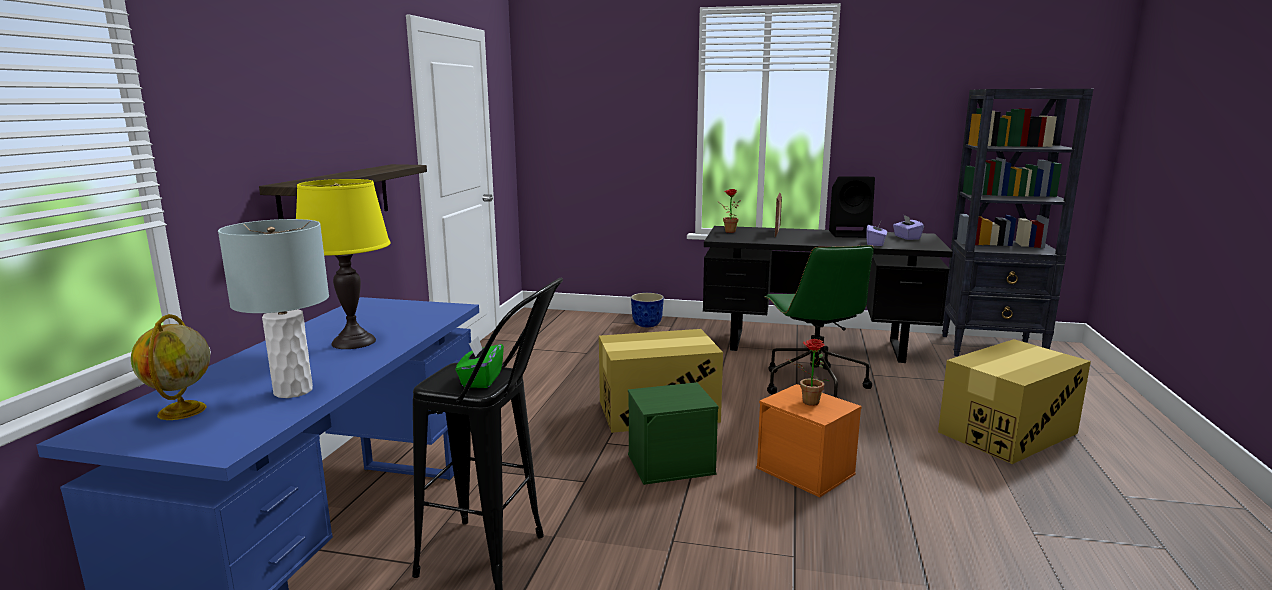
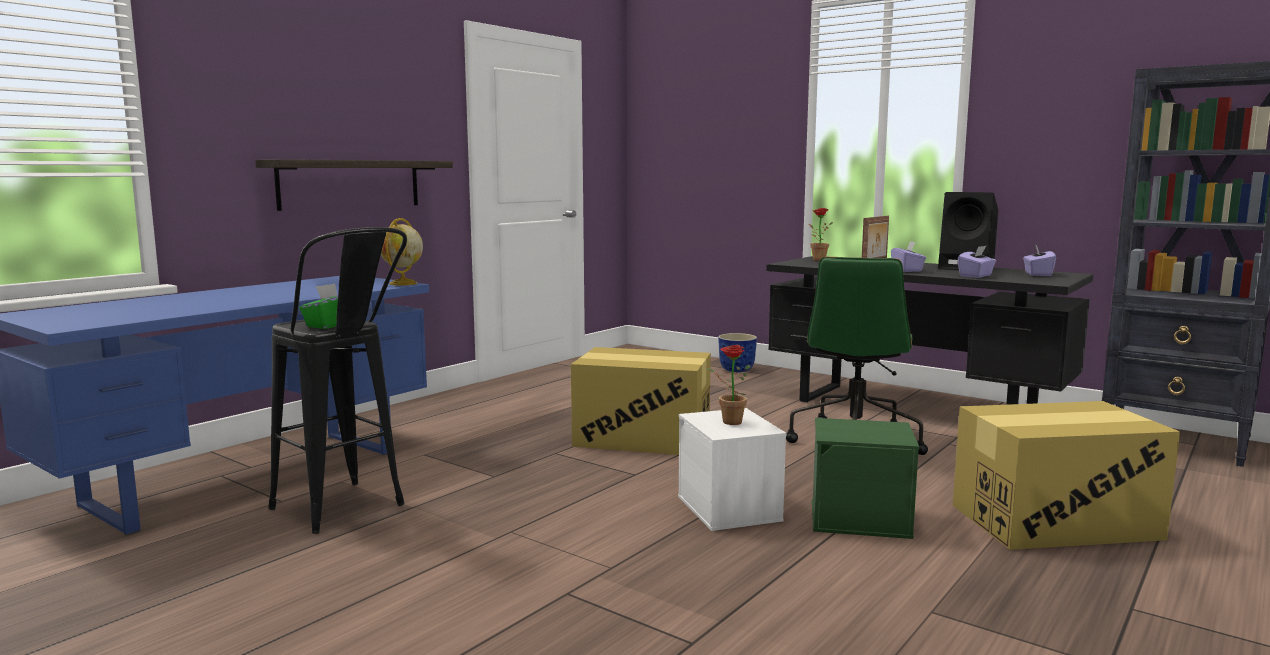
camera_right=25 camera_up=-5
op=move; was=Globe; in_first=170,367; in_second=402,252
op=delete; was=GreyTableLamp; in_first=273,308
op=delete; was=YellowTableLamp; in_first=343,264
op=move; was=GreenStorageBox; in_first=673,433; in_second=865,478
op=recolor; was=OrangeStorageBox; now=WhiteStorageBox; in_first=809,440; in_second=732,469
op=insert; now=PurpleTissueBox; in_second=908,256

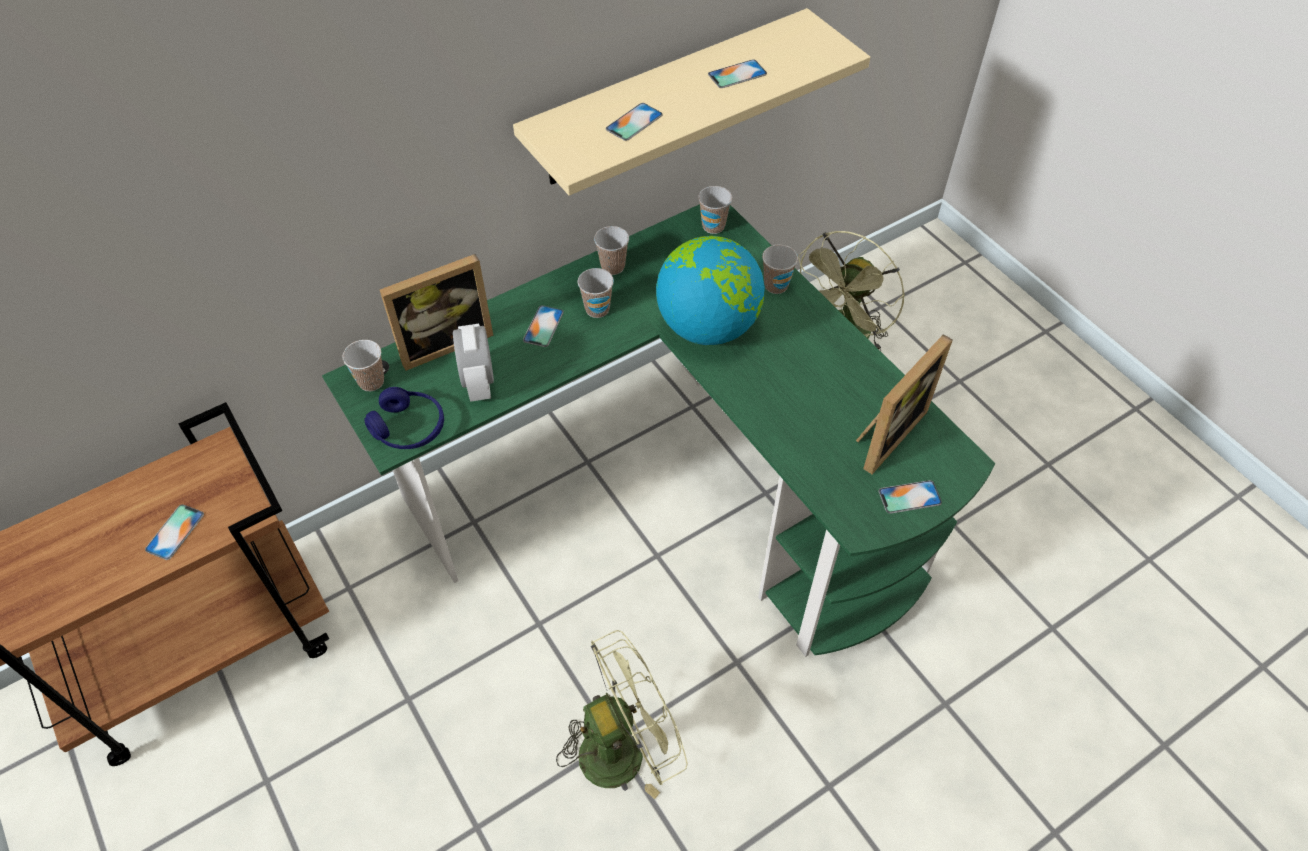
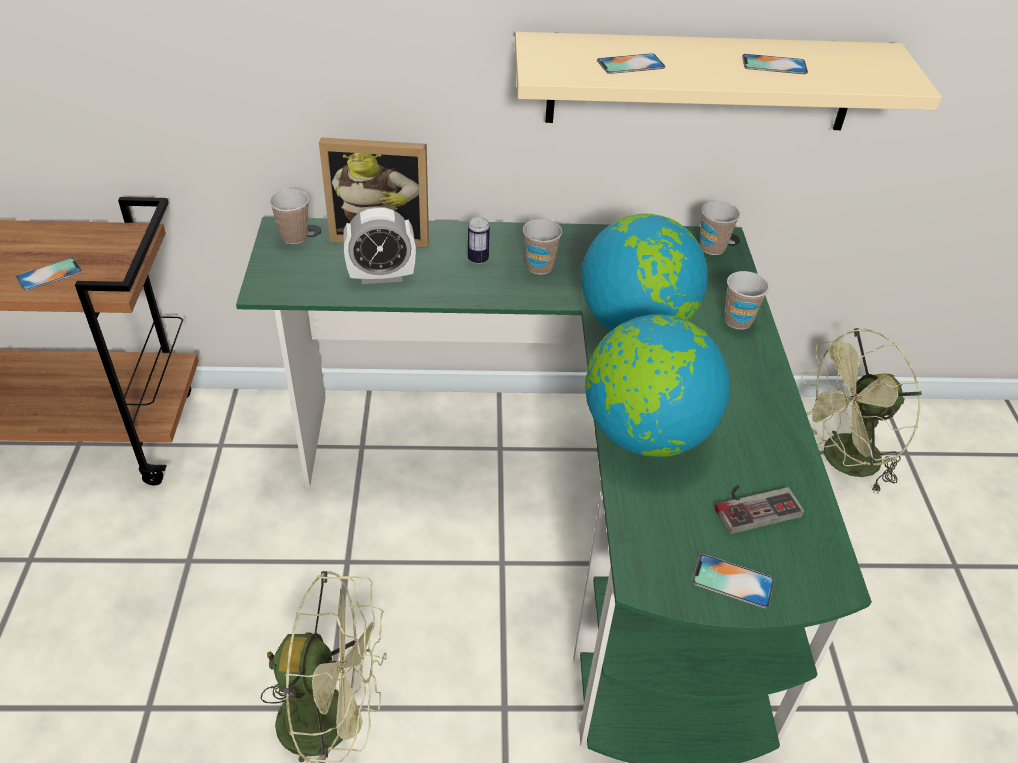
camera_right=30 camera_up=-10
op=delete; was=BlueHeadphones; in_first=404,418
op=rotate; was=AlarmClock; in_first=473,363; in_second=379,245; clockwise=-120
op=replace; was=Phone; now=Can; in_first=543,326; in_second=479,240
op=delete; was=Cup; in_first=611,250
op=replace; was=PictureFrame; now=GameController; in_first=904,404; in_second=760,509
op=insert; now=Globe; in_second=657,385

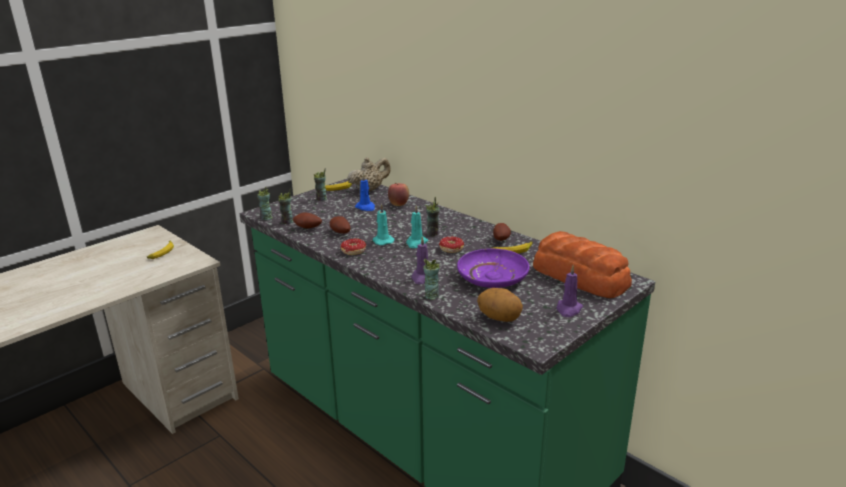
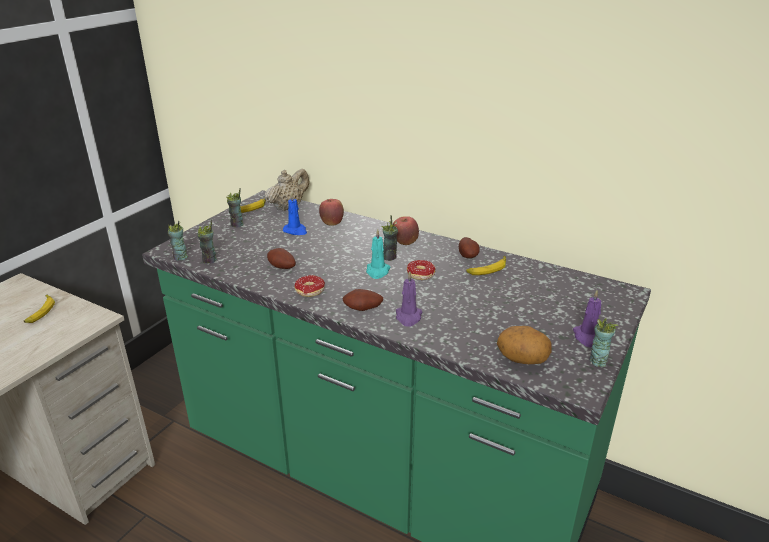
camera_right=-15 camera_up=5
op=move; was=Potato; in_first=307,220; in_second=362,300
op=delete; was=TurquoiseCandle; in_first=384,224
op=move; was=Cup; in_first=431,279; in_second=603,342
op=delete; was=PurplePlate; in_first=493,268
op=delete; was=Bread; in_first=582,264
op=insert; now=Apple; in_second=406,230

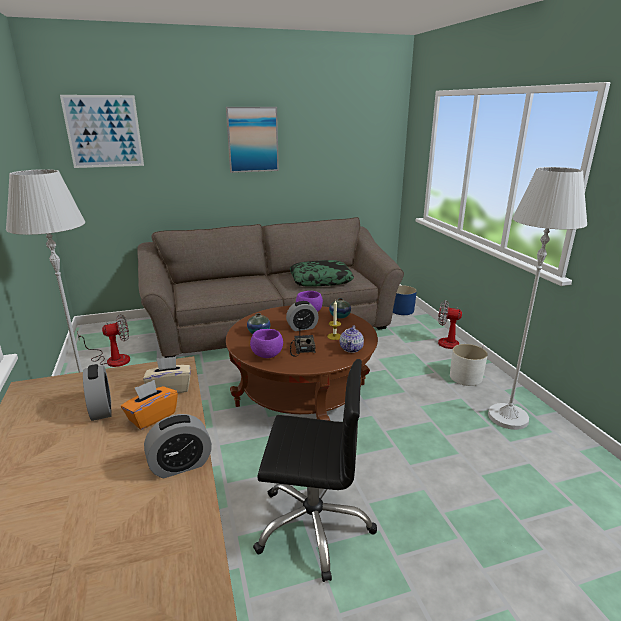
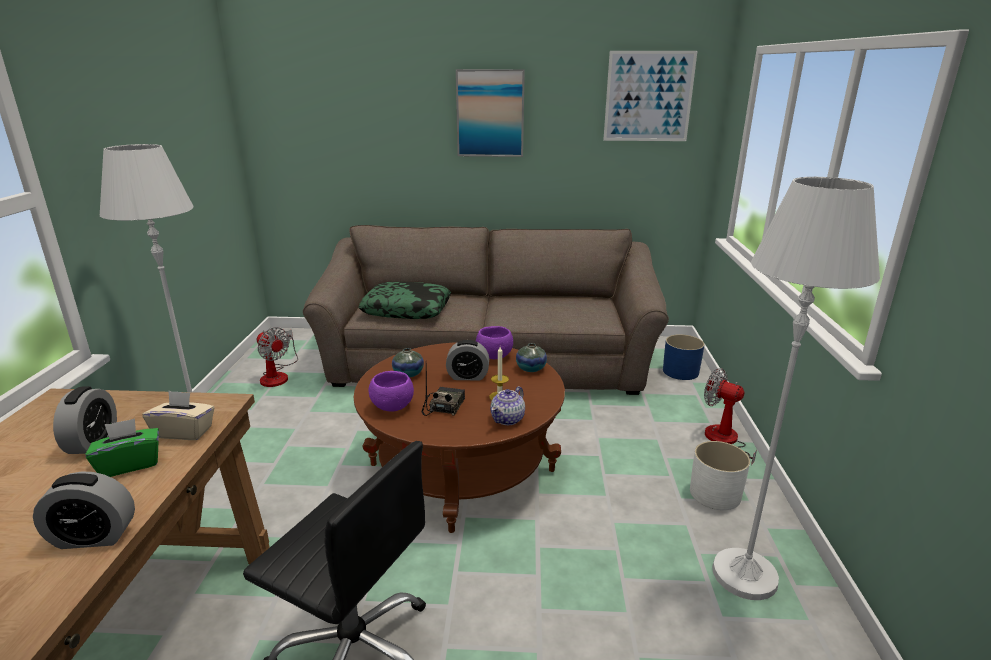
camera_right=20 camera_up=0
op=move; was=Picture; in_first=102,131; in_second=650,96
op=rotate; was=Fan; in_first=103,340; in_second=277,357; clockwise=45
op=recolor; was=OrangeTissueBox; now=GreenTissueBox; in_first=149,405; in_second=122,447
op=move; was=Pillow; in_first=322,273; in_second=404,300

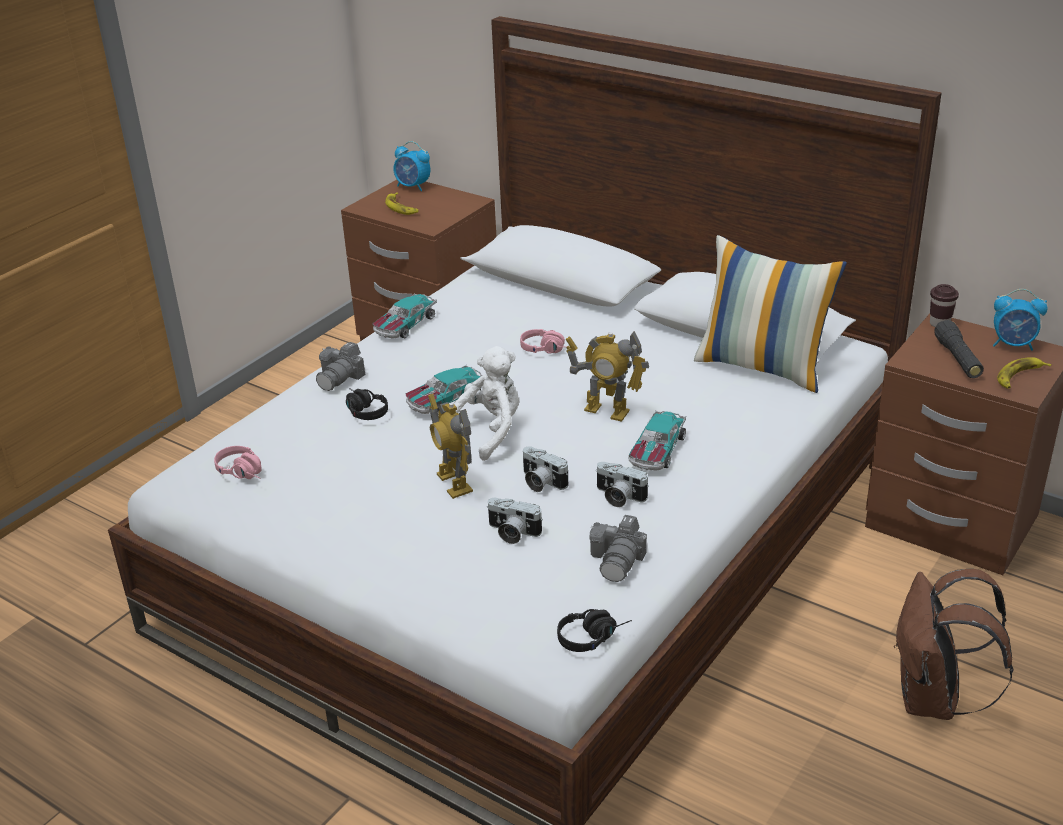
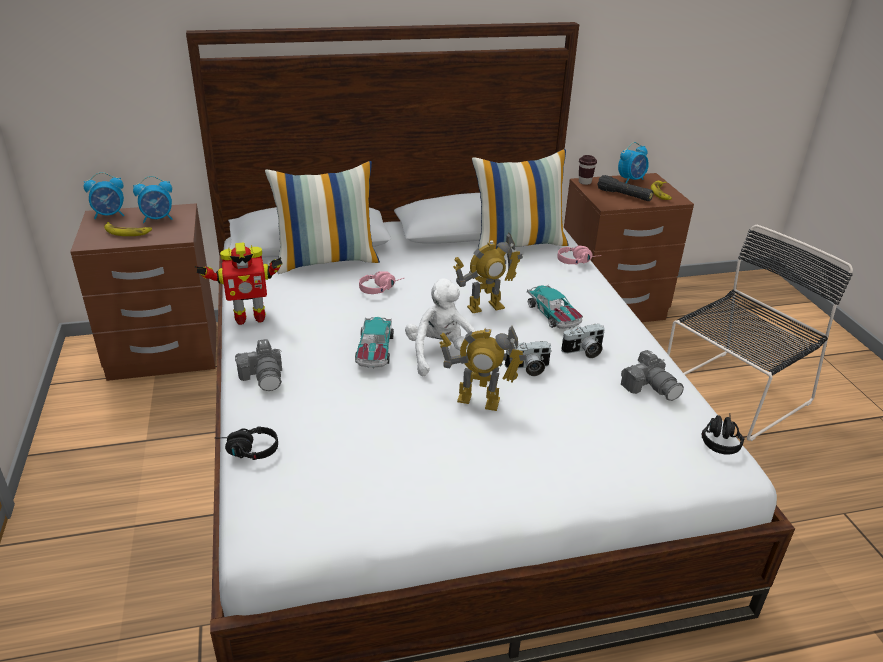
camera_right=-50 camera_up=0
op=move; was=PinkHeadphones; in_first=238,462; in_second=579,254
op=move; was=BlackHeadphones; in_first=367,404; in_second=246,443
op=replace; was=ToyCar; now=ToyRobot; in_first=405,316; in_second=239,284
op=delete; was=PhotoCamera; in_first=515,521
op=replace; was=BrownBackpack; now=BlackChair; in_first=953,644; in_second=760,333
op=insert; now=AlarmClock; in_second=153,199
op=insert; now=Pillow; in_second=322,217

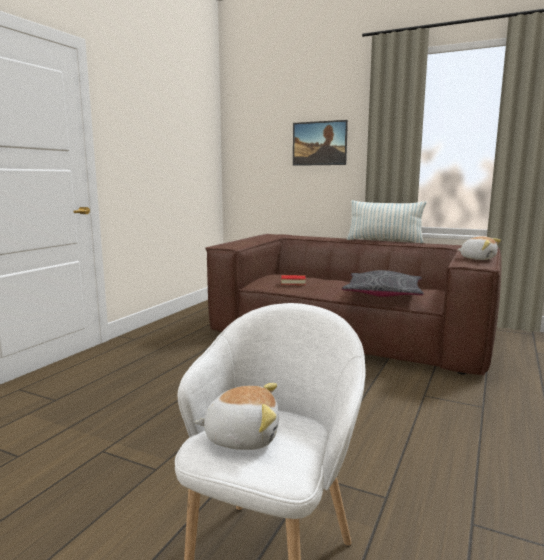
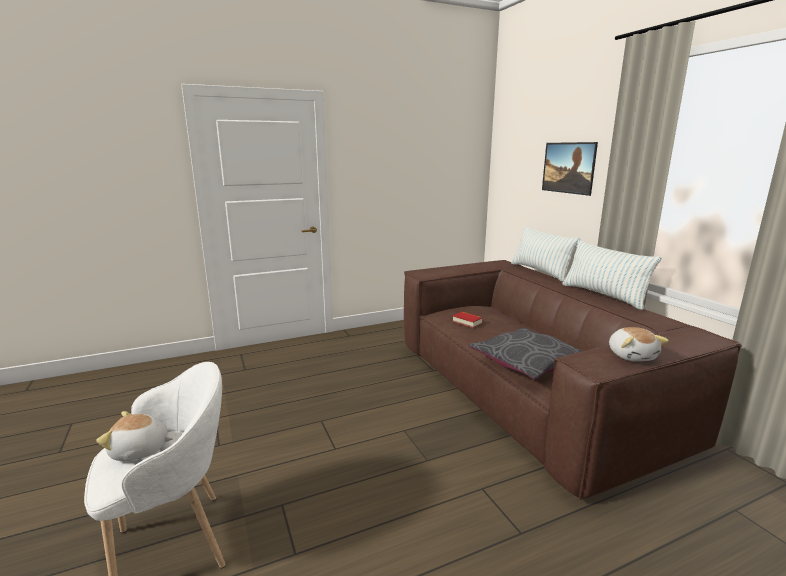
camera_right=40 camera_up=5
op=rotate; was=PlushToy; in_first=236,416; in_second=134,436; clockwise=135
op=insert; now=Pillow; in_second=545,254

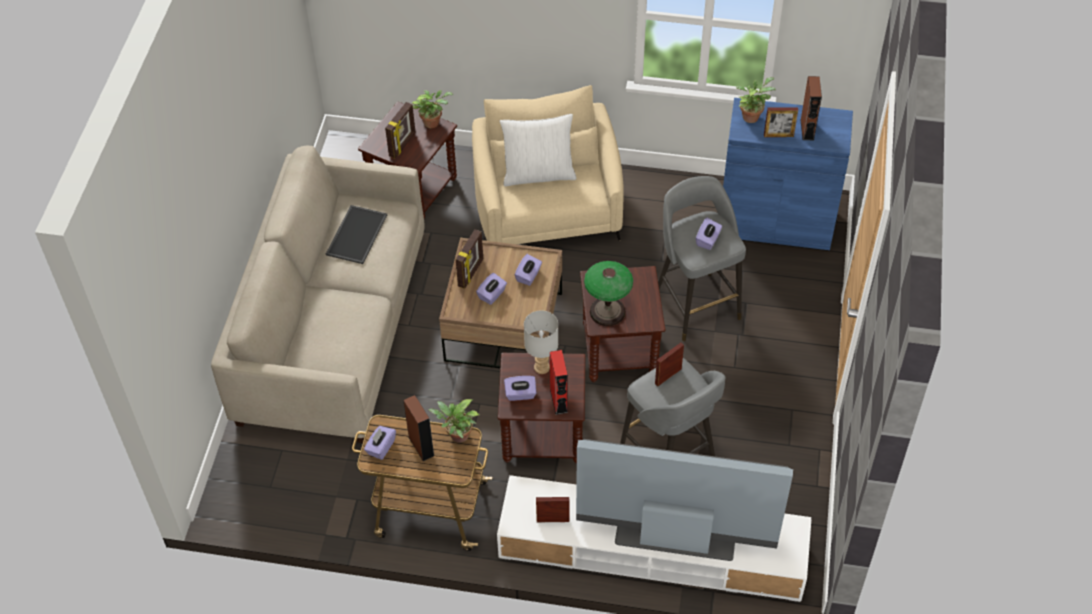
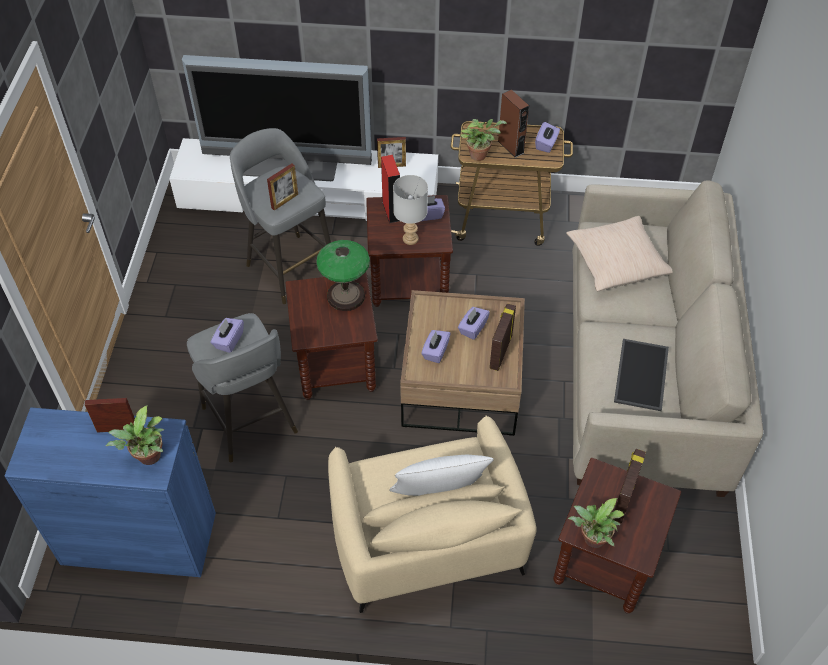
camera_right=175 camera_up=0
op=delete; was=BrownSpeaker; in_first=811,108
op=insert; now=BeigePillow; in_second=619,253

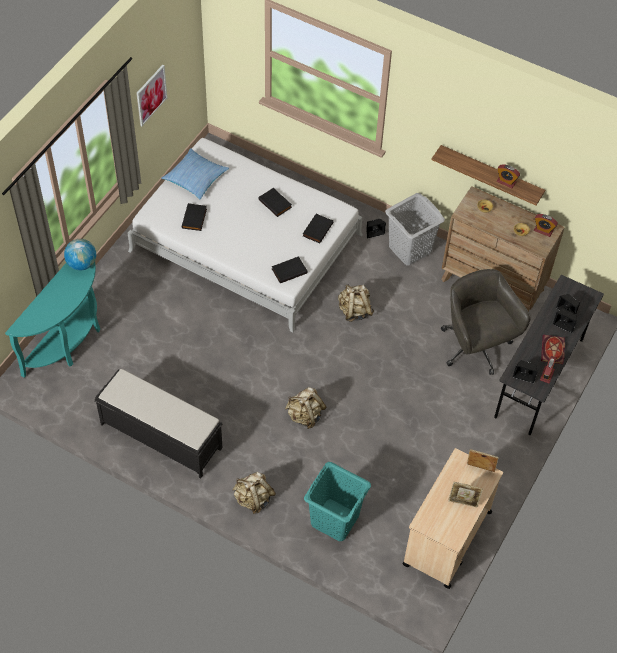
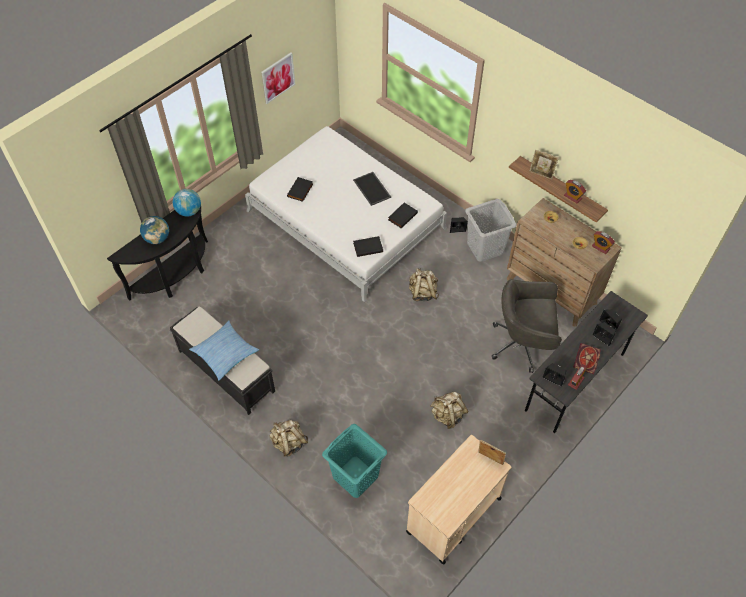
camera_right=15 camera_up=0
op=recolor; was=TurquoiseConsoleTable; now=BlackConsoleTable; in_first=52,320; in_second=157,253
op=move; was=Pillow; in_first=195,173; in_second=224,350
op=replace; was=BlackBook; now=Tray; in_first=275,202; in_second=372,189
op=move; was=BeigeBackpack; in_first=305,408; in_second=449,410
op=rotate; was=GreyOfficeChair; in_first=486,322; in_second=527,326; clockwise=-75
op=move; was=PictureFrame; in_first=465,494; in_second=544,164
op=insert; now=Globe; in_second=154,230

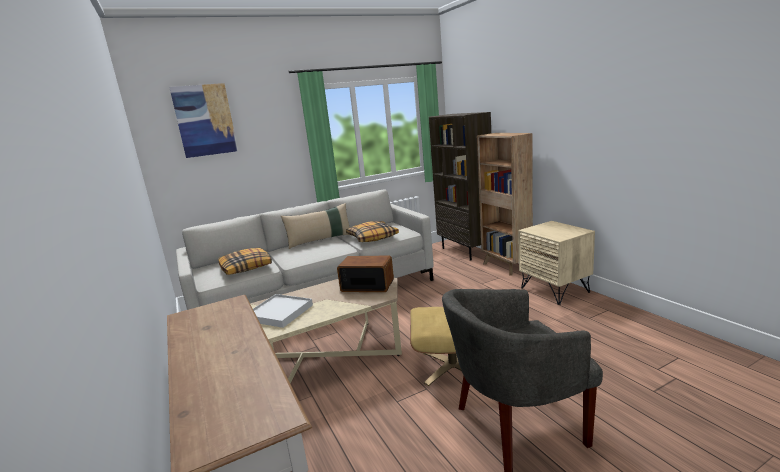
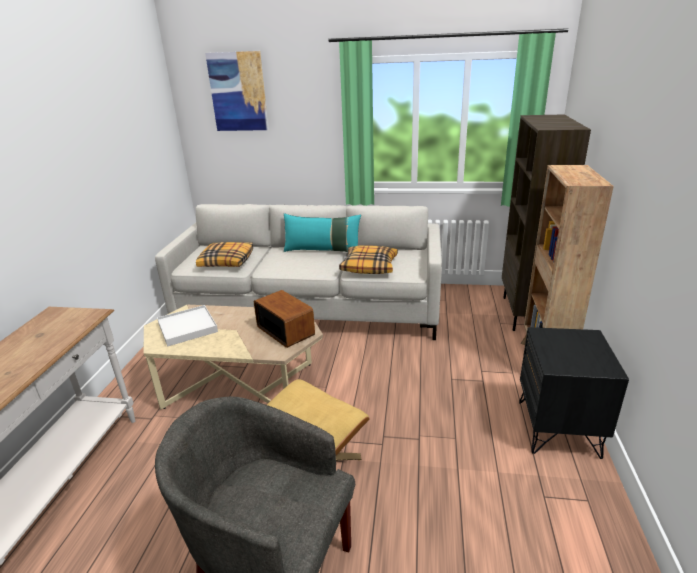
camera_right=35 camera_up=10
op=recolor; was=BeigePillow; now=TurquoisePillow; in_first=315,226; in_second=322,233
op=recolor; was=BeigeNightstand; now=BlackNightstand; in_first=556,263; in_second=574,393

